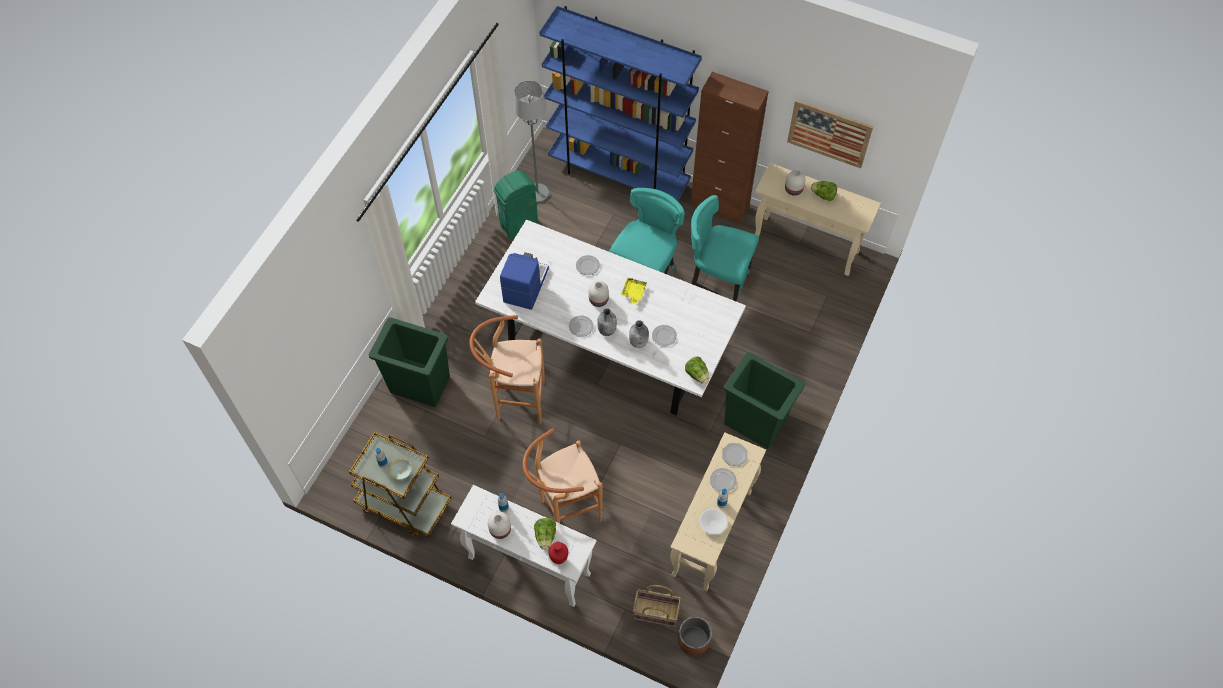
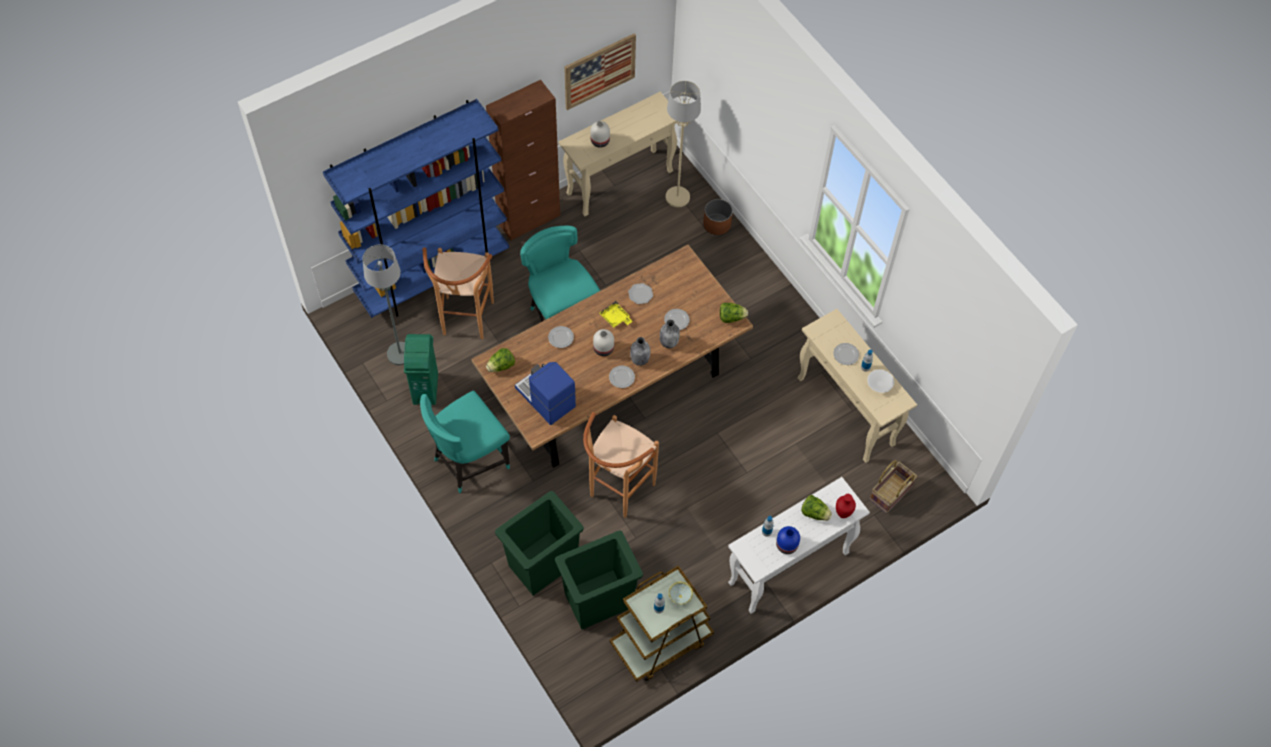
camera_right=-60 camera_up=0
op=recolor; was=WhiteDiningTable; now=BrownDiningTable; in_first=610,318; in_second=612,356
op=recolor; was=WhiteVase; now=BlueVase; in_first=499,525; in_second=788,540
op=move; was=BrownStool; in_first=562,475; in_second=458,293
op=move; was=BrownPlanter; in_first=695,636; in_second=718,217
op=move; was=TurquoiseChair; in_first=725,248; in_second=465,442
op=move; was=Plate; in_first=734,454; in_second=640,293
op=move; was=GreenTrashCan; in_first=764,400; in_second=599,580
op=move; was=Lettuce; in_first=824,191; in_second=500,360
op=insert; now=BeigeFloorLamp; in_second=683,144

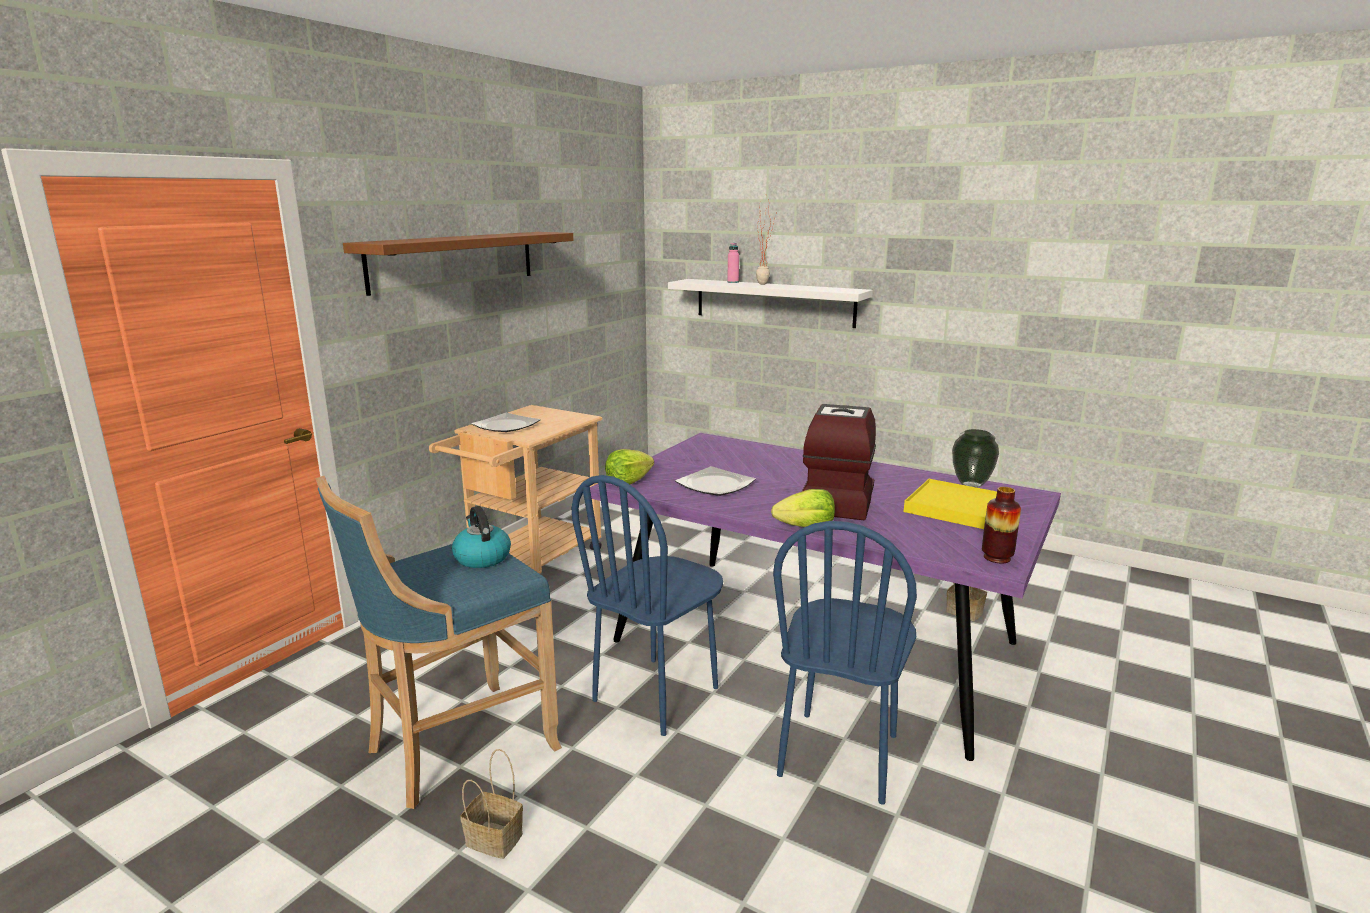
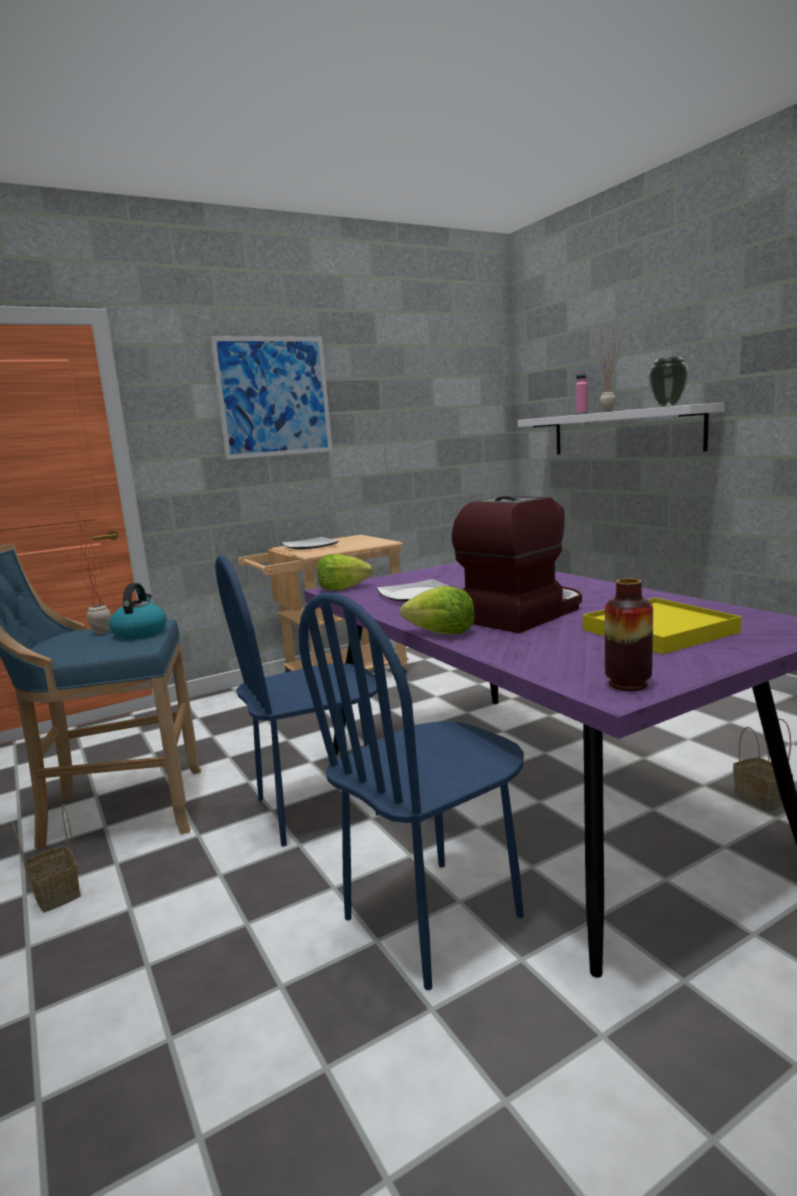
camera_right=30 camera_up=-5
op=replace; was=BrownShelf; now=Picture; in_first=458,264; in_second=271,398
op=move; was=Vase; in_first=975,458; in_second=668,382
op=insert; now=PottedPlant; in_second=84,565

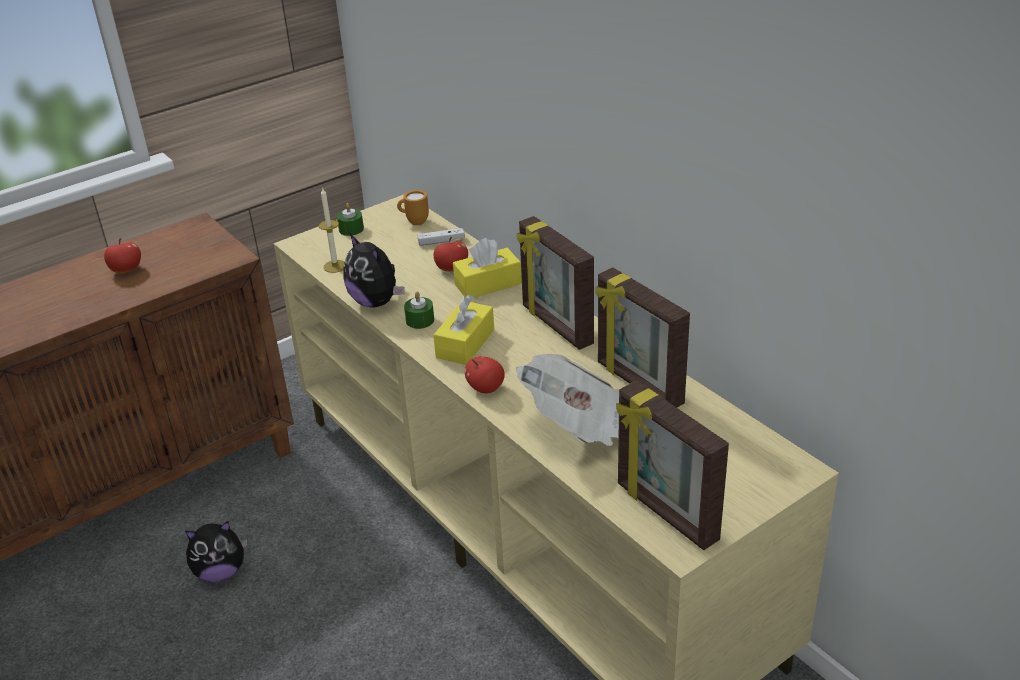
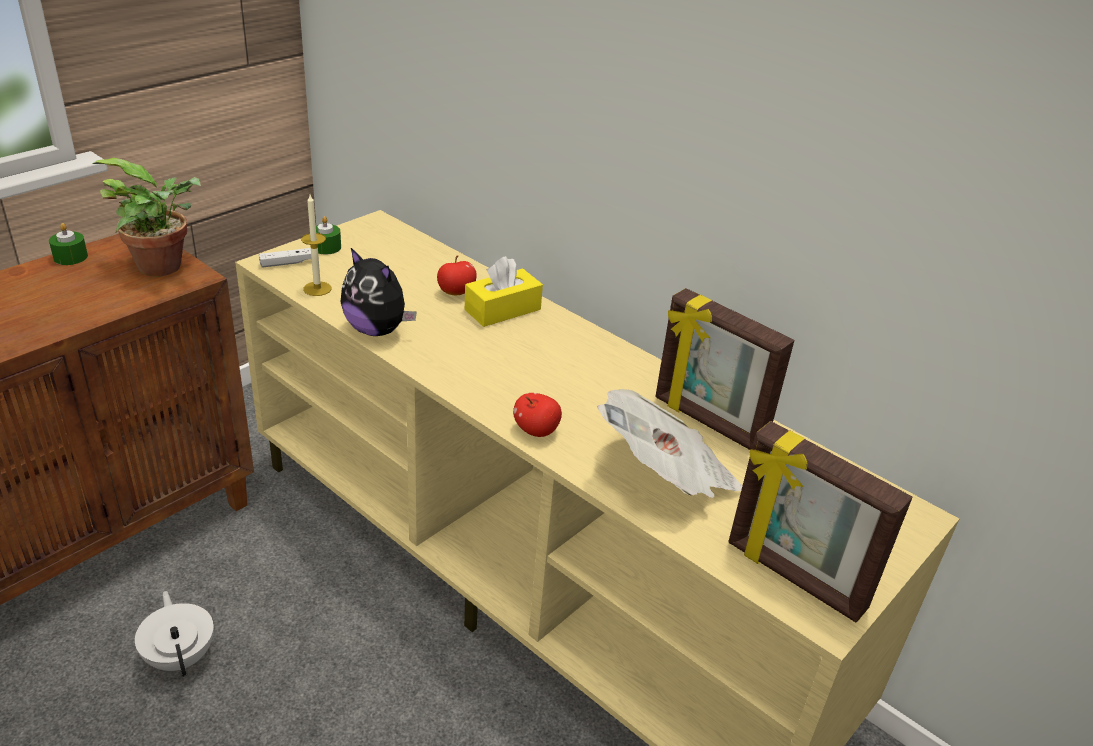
camera_right=-15 camera_up=0
op=delete; was=Apple; in_first=122,255
op=replace; was=PlushToy; now=WhiteTeapot; in_first=216,551; in_second=174,634
op=delete; was=OrangeMug; in_first=413,207
op=move; was=GreenCandle; in_first=419,310; in_second=68,244
op=move; was=WhiteGameController; in_first=441,237; in_second=285,258
op=delete; was=YellowTissueBox; in_first=463,330
op=delete; was=PictureFrame; in_first=555,283
op=insert; now=PottedPlant; in_second=146,217

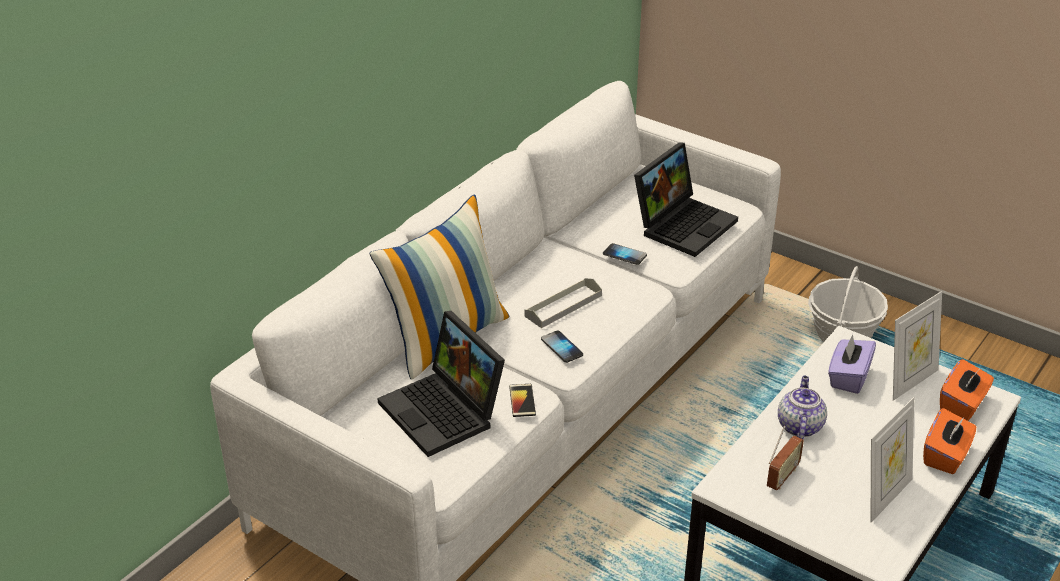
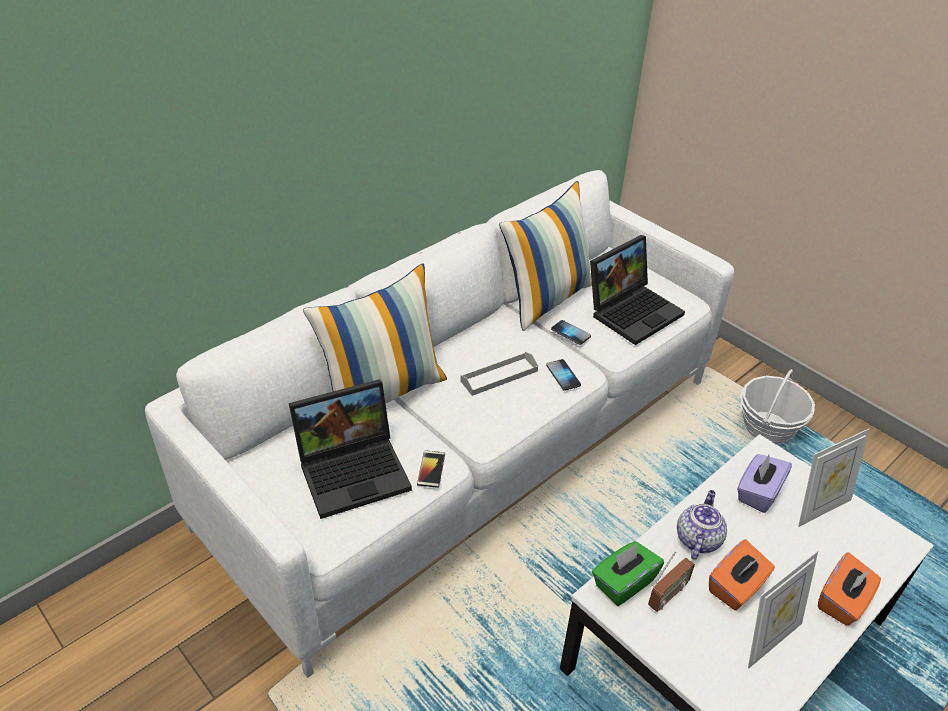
camera_right=10 camera_up=5
op=rotate; was=Laptop; in_first=441,384; in_second=350,449; clockwise=-90
op=move; was=Phone; in_first=562,346; in_second=563,375
op=move; was=OrangeTissueBox; in_first=967,390; in_second=742,574
op=insert; now=Pillow; in_second=545,256
op=insert; now=GreenTissueBox; in_second=628,573

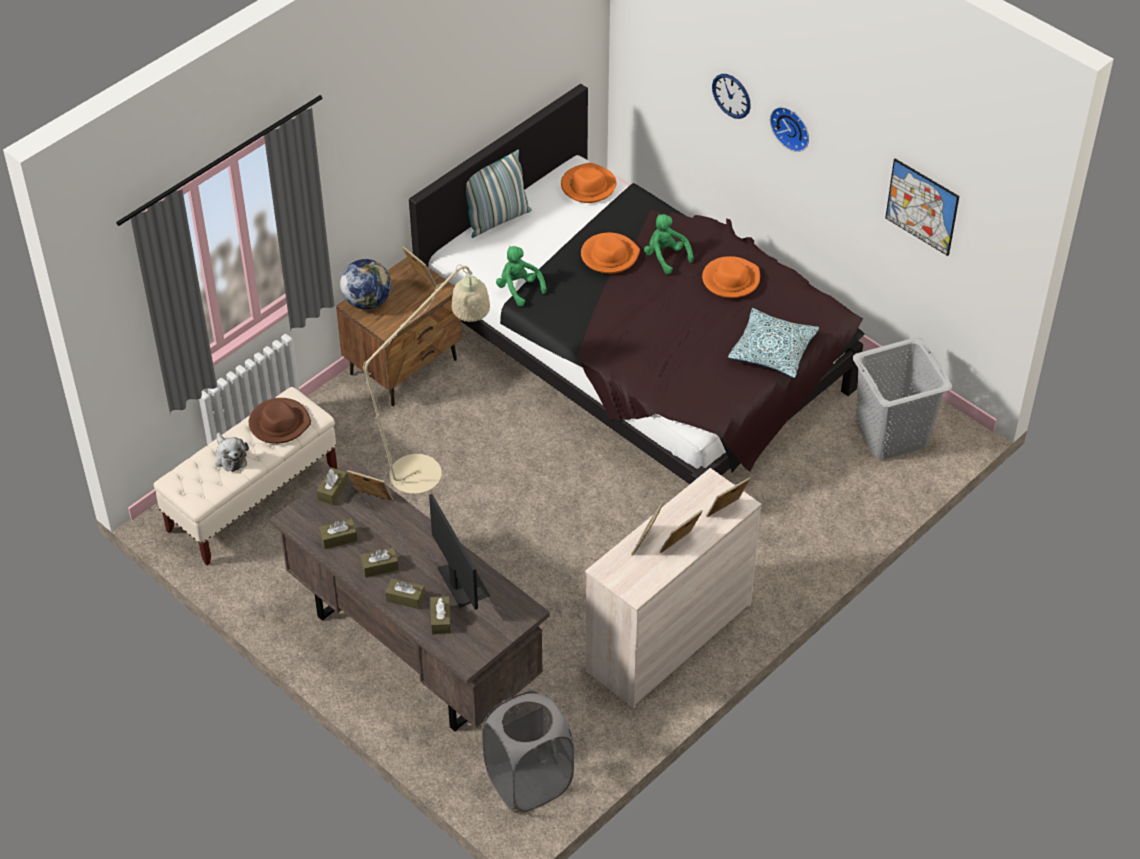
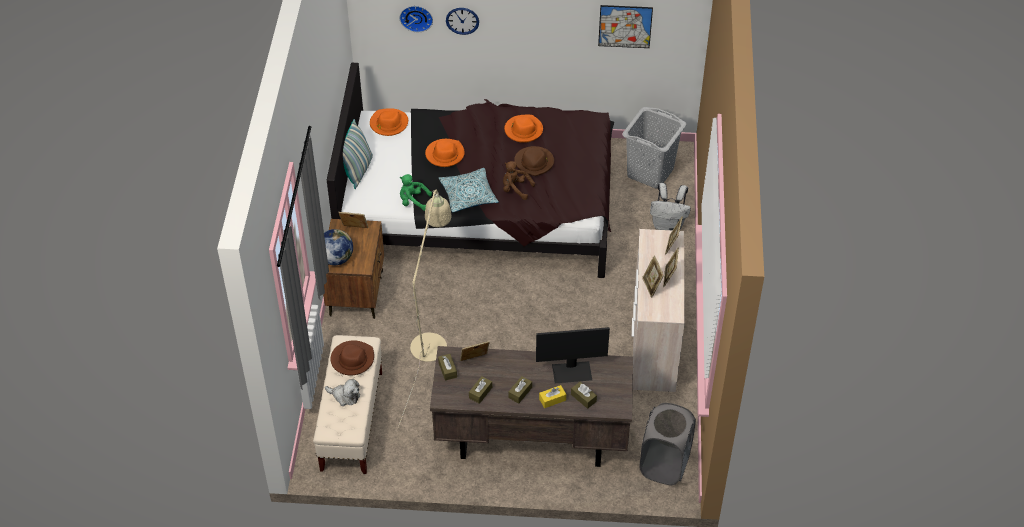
camera_right=-40 camera_up=0
op=recolor; was=BrownTissueBox; now=YellowTissueBox; in_first=405,593; in_second=552,396
op=rotate; was=Monitor; in_first=459,552; in_second=573,355; clockwise=150
op=delete; was=GreenPlushToy; in_first=669,244
op=move; was=Pillow; in_first=773,343; in_second=468,190
op=move; was=WallClock; in_first=789,129; in_second=416,19
op=insert; now=BrownPlushToy; in_second=519,180
op=insert; now=BrownHat; in_second=534,161
op=insert; now=WhiteBackpack; in_second=670,207

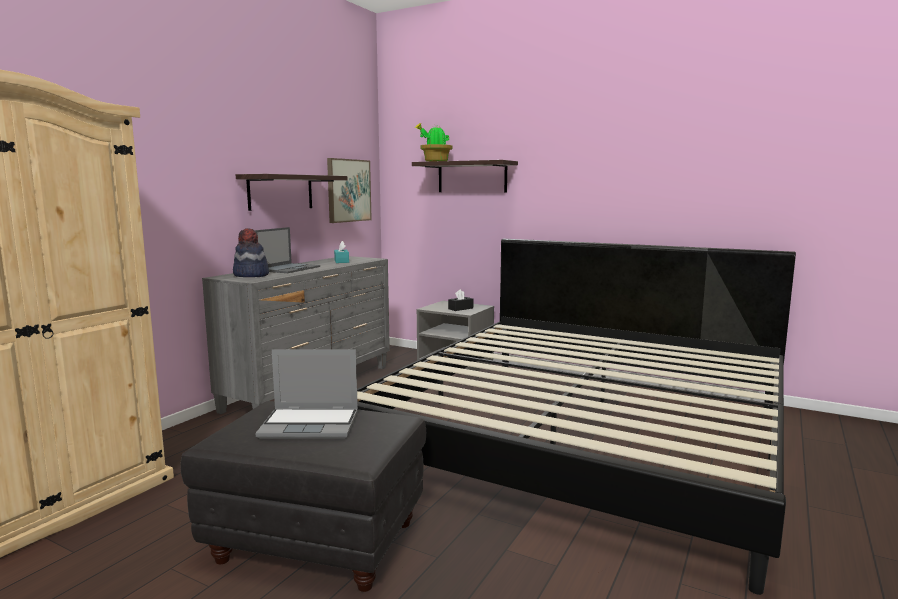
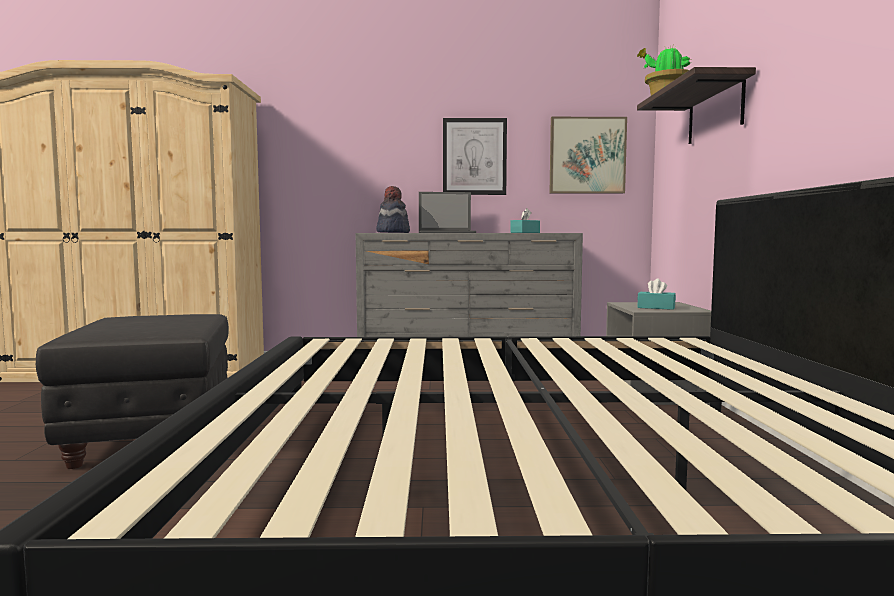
camera_right=60 camera_up=-5
op=replace; was=Shelf; now=Picture; in_first=292,192; in_second=475,156
op=delete; was=Laptop; in_first=306,394
op=recolor; was=BlackTissueBox; now=TurquoiseTissueBox; in_first=460,300; in_second=656,294

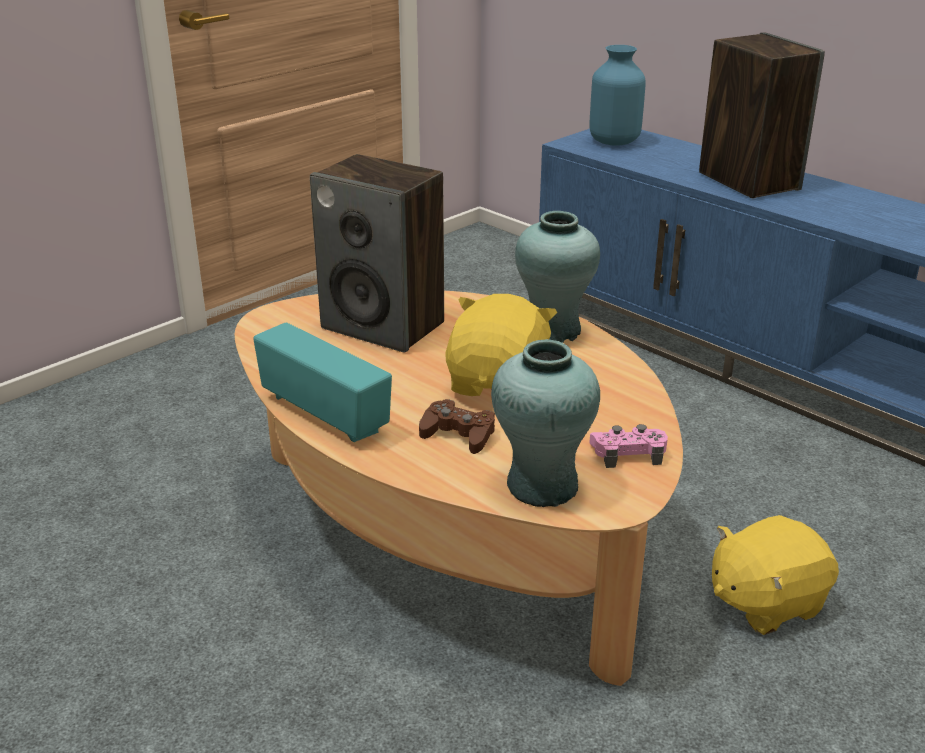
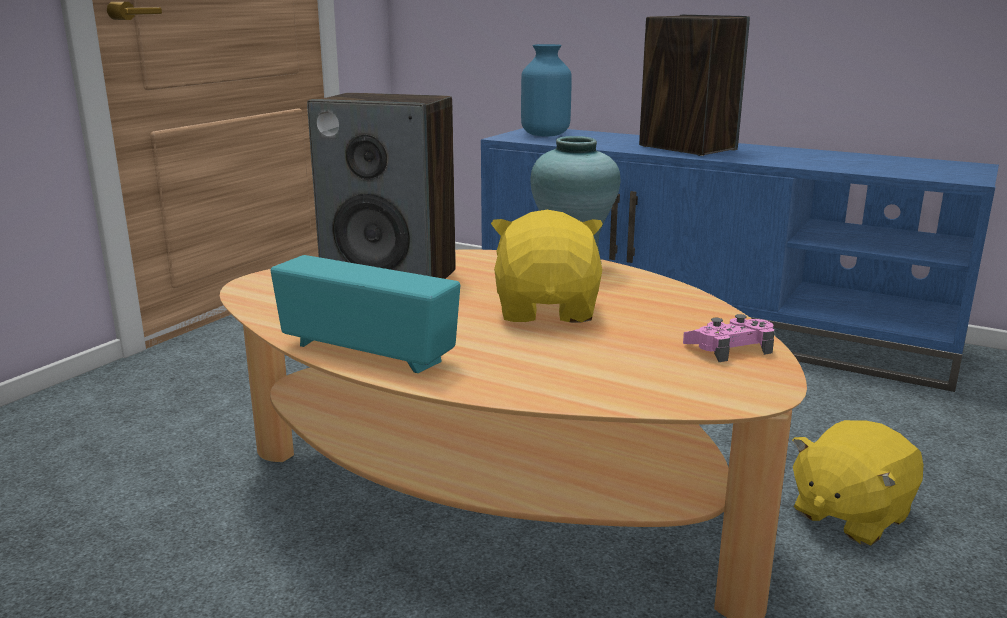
camera_right=-15 camera_up=-10
op=delete; was=BrownGameController; in_first=457,426
op=delete; was=TurquoiseVase; in_first=545,423

